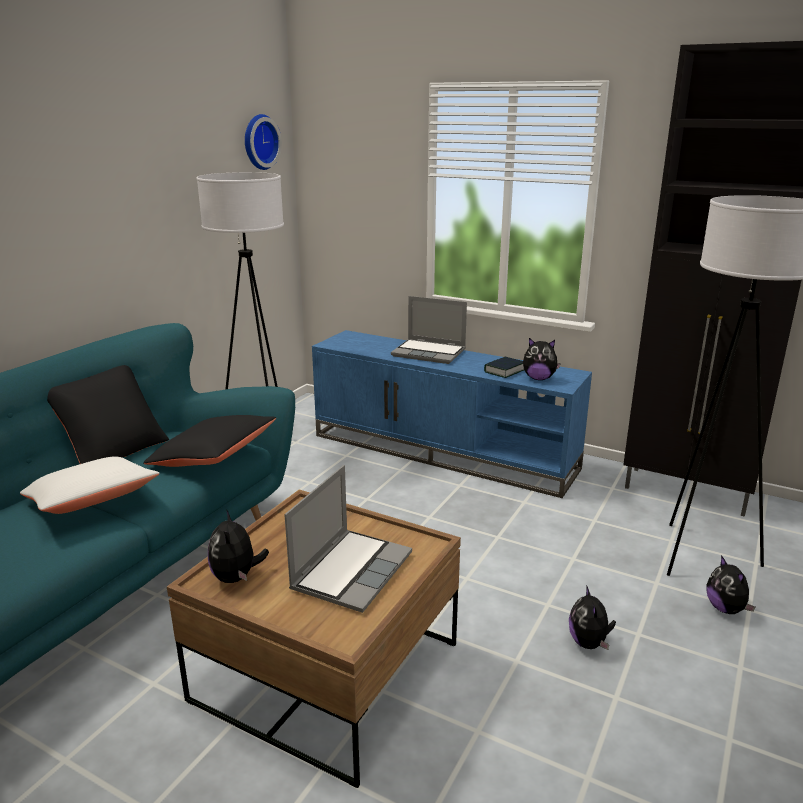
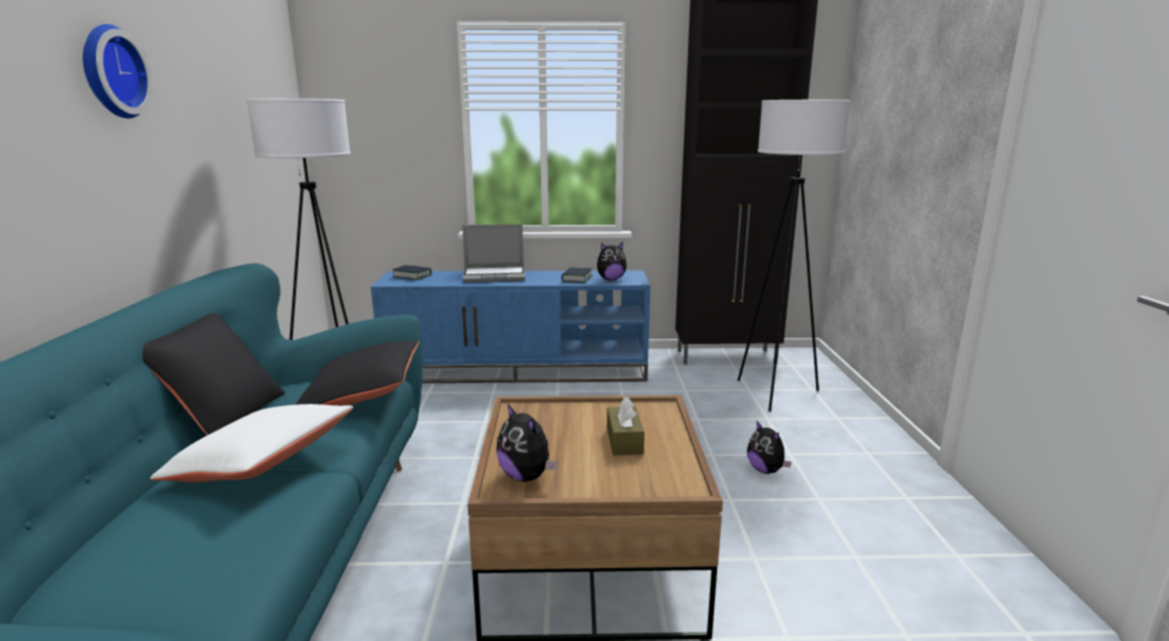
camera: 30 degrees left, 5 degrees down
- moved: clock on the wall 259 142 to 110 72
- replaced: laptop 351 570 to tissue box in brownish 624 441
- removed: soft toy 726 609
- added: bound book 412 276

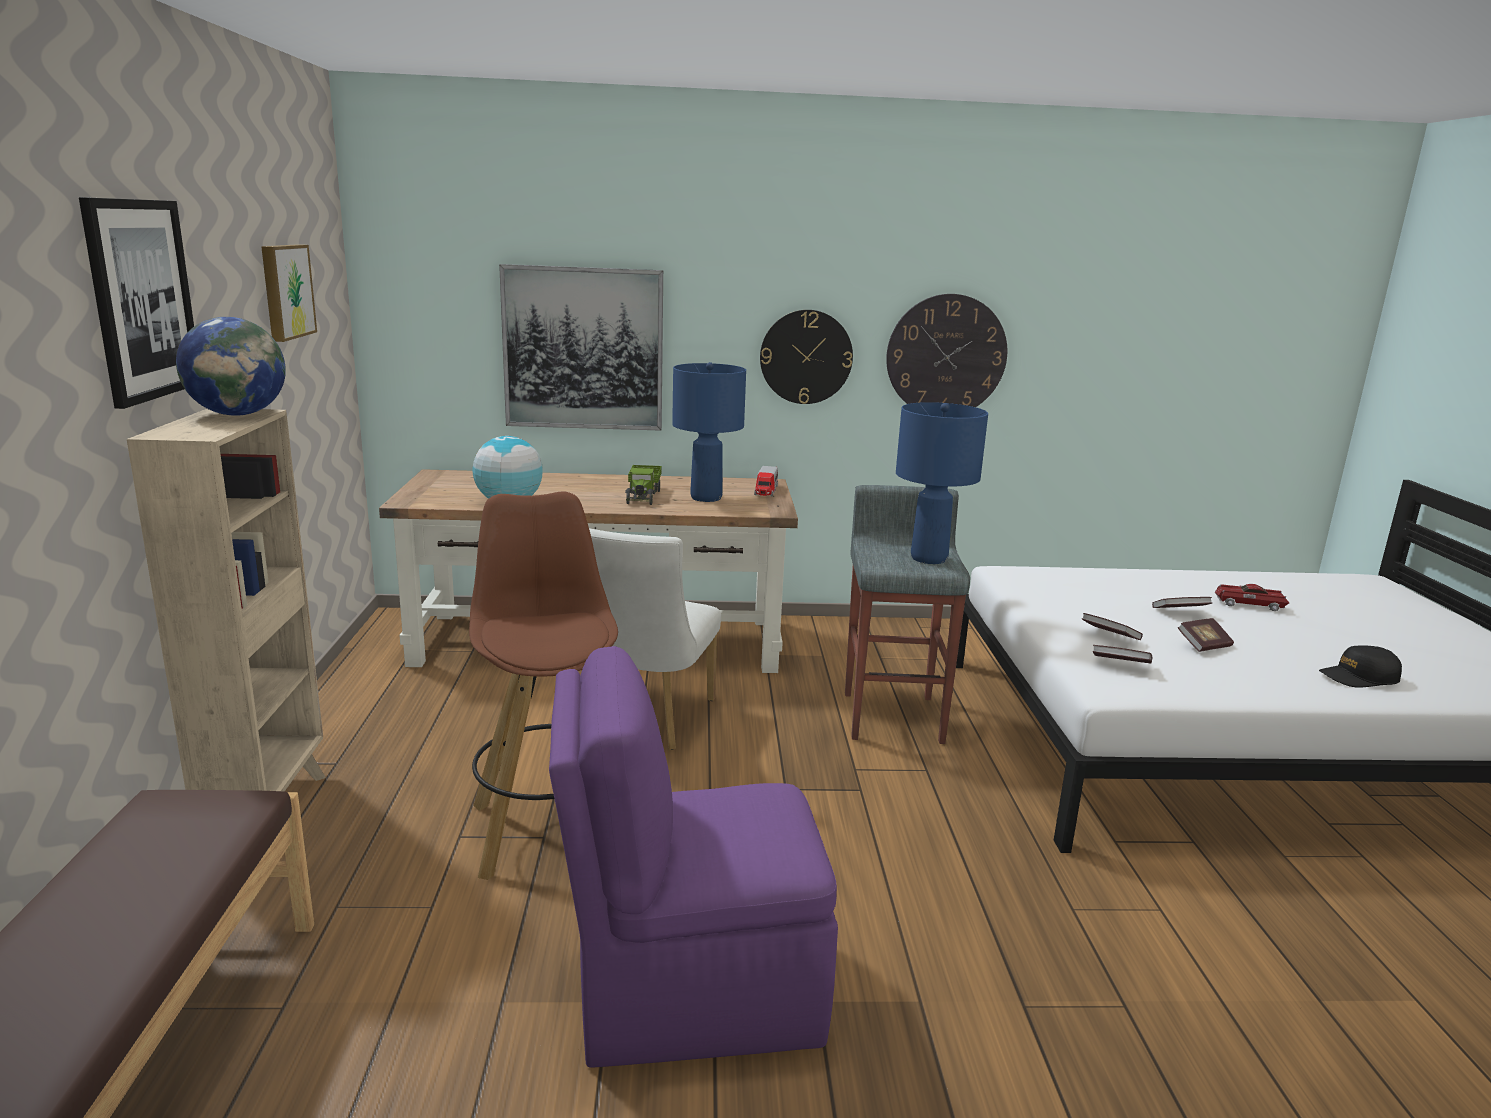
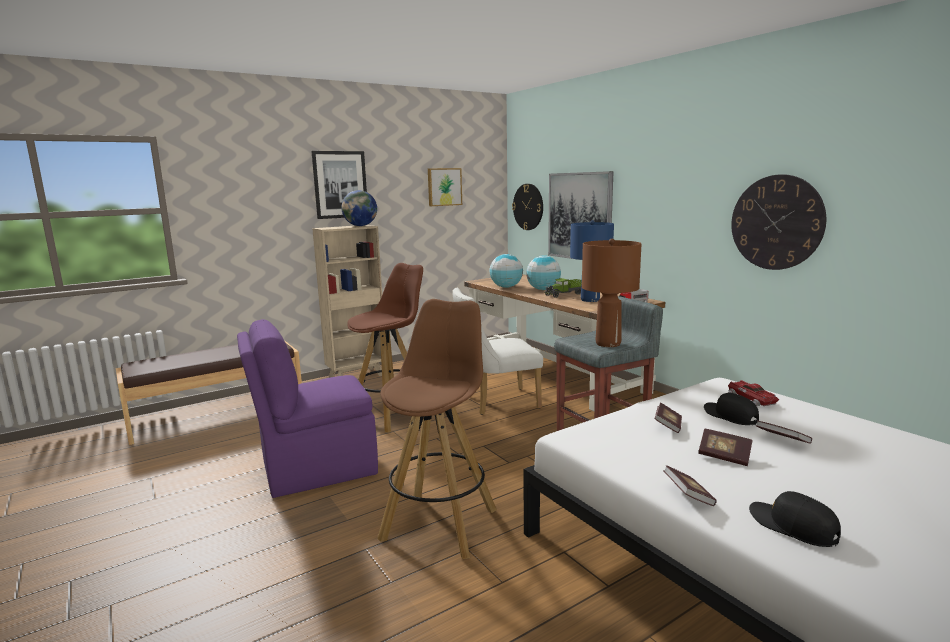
camera: 60 degrees right, 5 degrees down
- turned: upright chair in purplish 691 990 = 316 469 75 degrees counterclockwise
- moved: clock on the wall 806 357 to 528 207
- recoloured: lamp for a table in blue 928 558 to lamp for a table in brownish 607 343
- moved: bound book 1120 666 to 688 496
- moved: miniature car 1248 604 to 750 398
- added: sitting stool in brownish 440 523
- added: globe 543 289
- added: cap in black-coloured 730 416

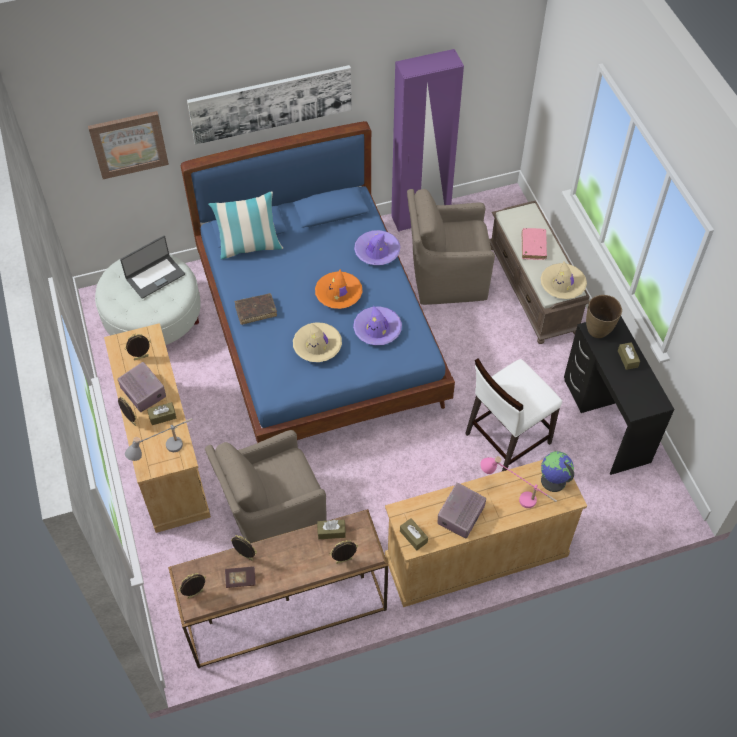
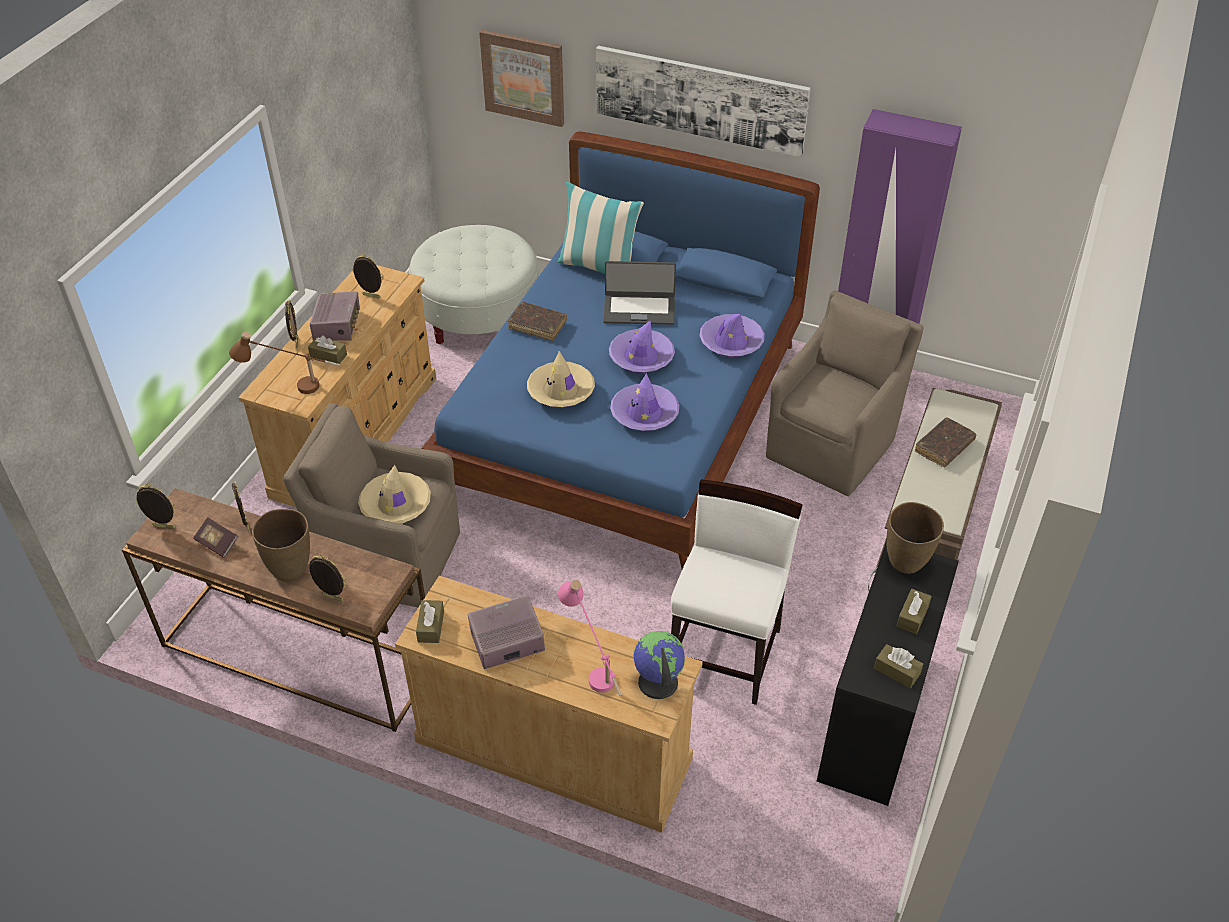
camera: 40 degrees right, 10 degrees down
- moved: laptop 155 276 to 639 309
- recoloured: lamp for a table in grey 164 453 to lamp for a table in brownish 292 387
- recoloured: wearable hat in orange-coloured 338 294 to wearable hat in purplish 641 357
- moved: tissue box in brownish 331 532 to 897 671
- turned: easy chair in brownish 446 277 = 833 446 90 degrees clockwise
- turned: upright chair in whitish 507 438 = 726 653 105 degrees clockwise
- recoloured: bound book in pink 533 247 to bound book in brownish 944 447
- moved: wearable hat in sand-coloured 562 285 to 395 504
- added: vase in brownish 291 569

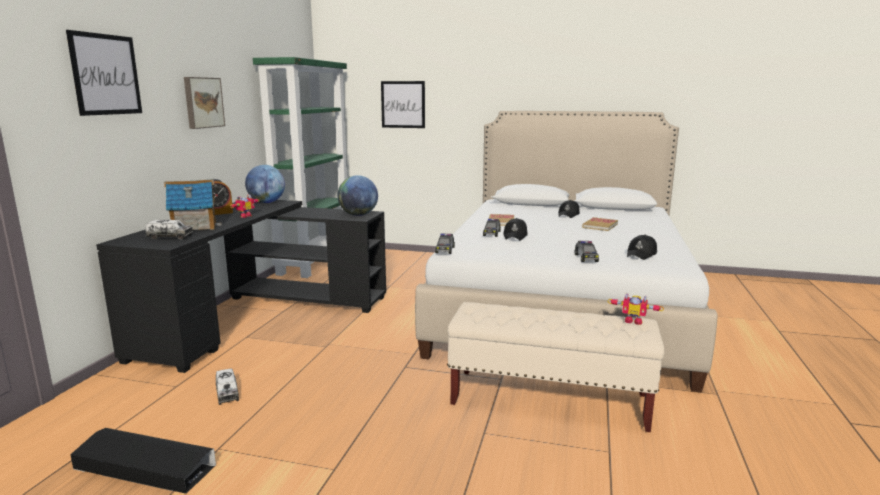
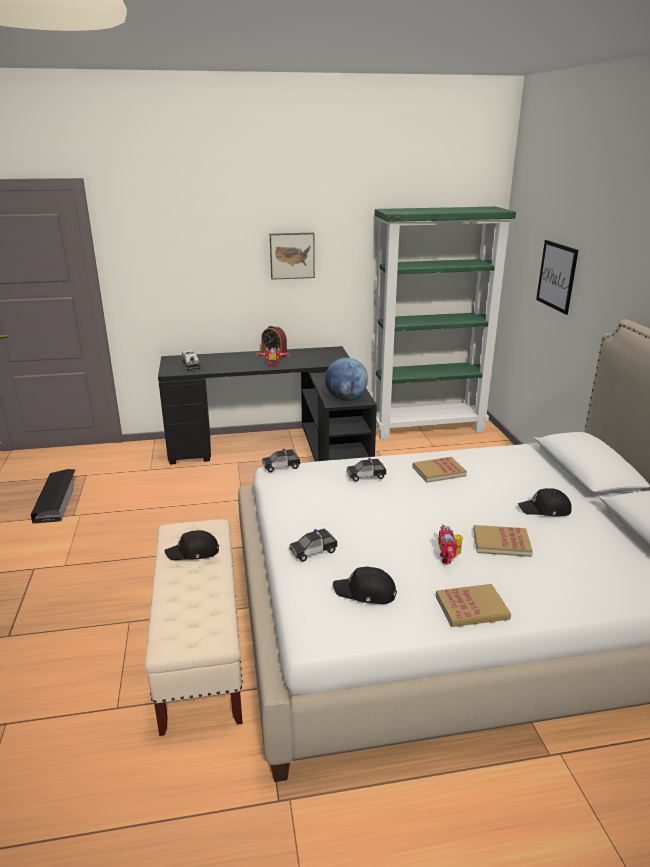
camera: 65 degrees right, 10 degrees up
- removed: picture 106 74
- removed: miniature house 194 226
- removed: toy truck 227 393
- removed: globe 266 202
- moved: cap in black-coloured 515 236 to 193 552
- moved: robot figure 633 321 to 449 558
- added: bound book 472 608

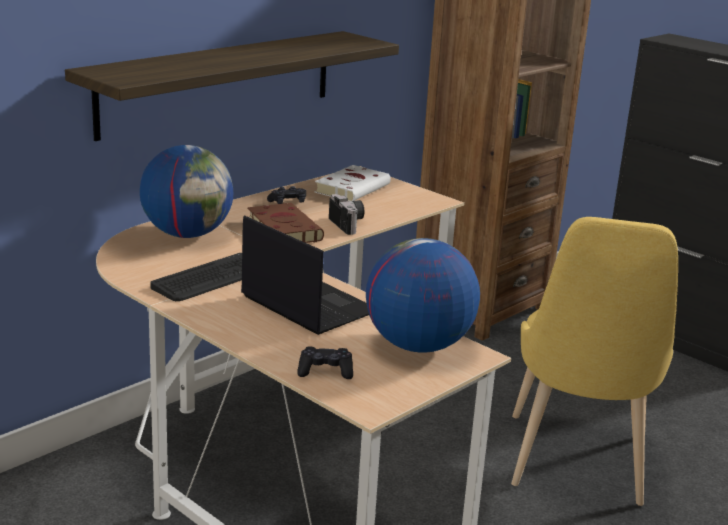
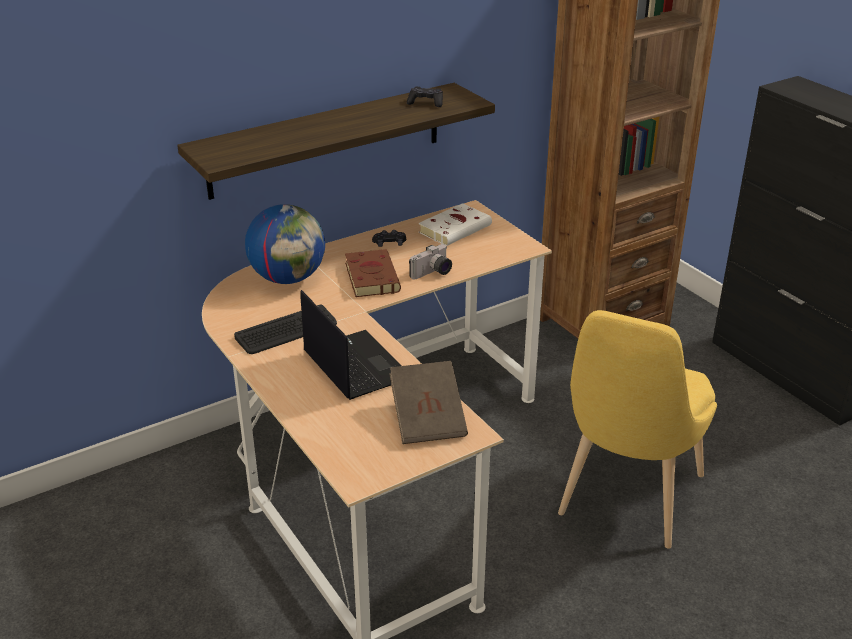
camera: 15 degrees right, 10 degrees up
- moved: gamepad in black-coloured 325 371 to 426 103
- turned: still camera 349 224 = 433 273 60 degrees clockwise
- replaced: globe 417 345 to bound book in brownish 428 419

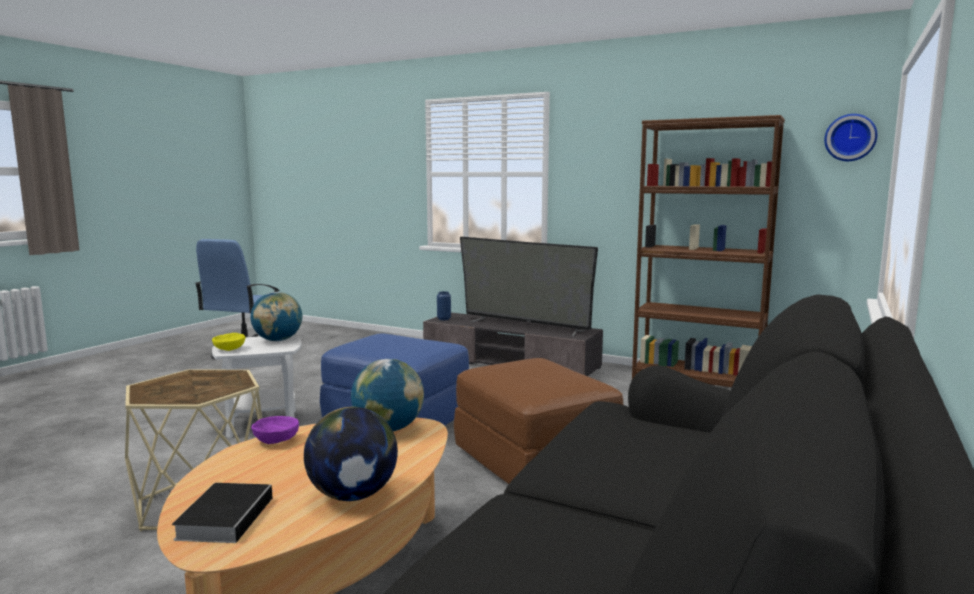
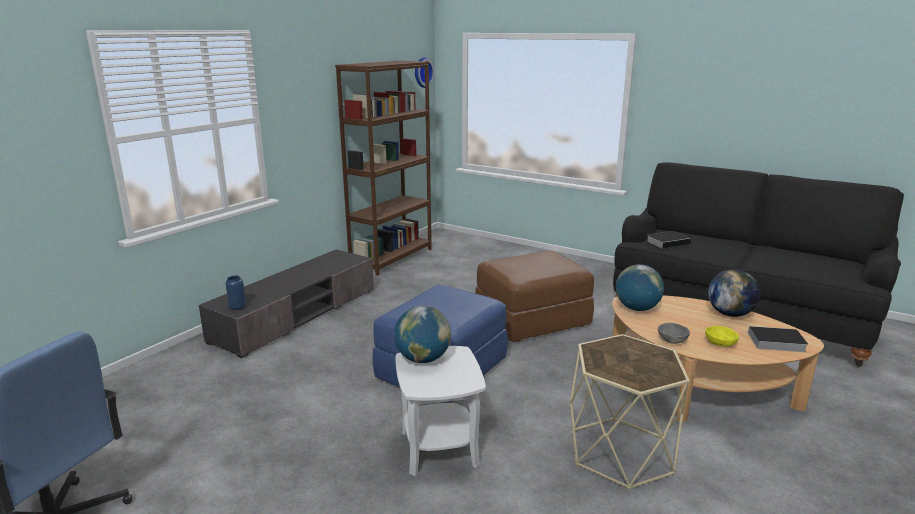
camera: 85 degrees left, 10 degrees up
- moved: deep dish in yellow-coloured 229 349 to 720 344
- recoloured: deep dish in purplish 276 441 to deep dish in grey 672 341
- removed: TV set 525 326
- added: bound book 668 242

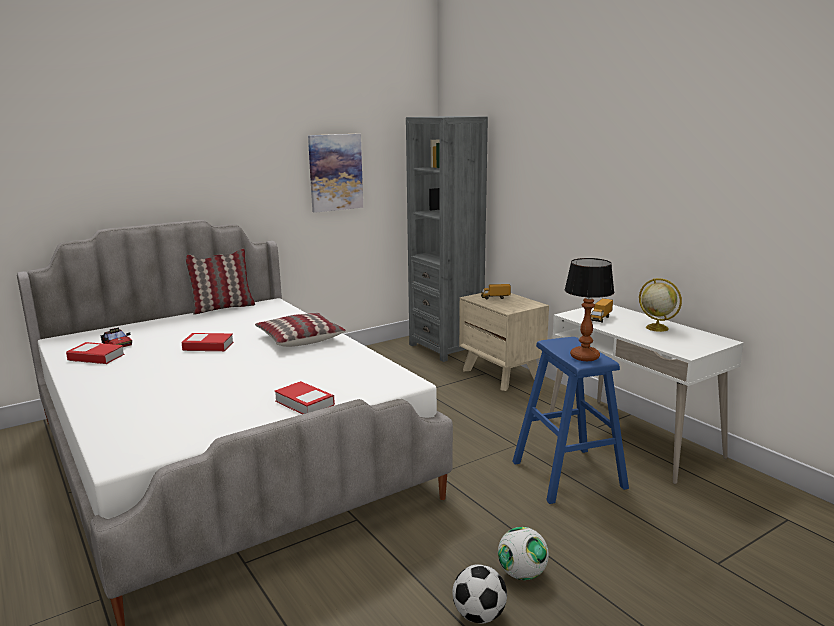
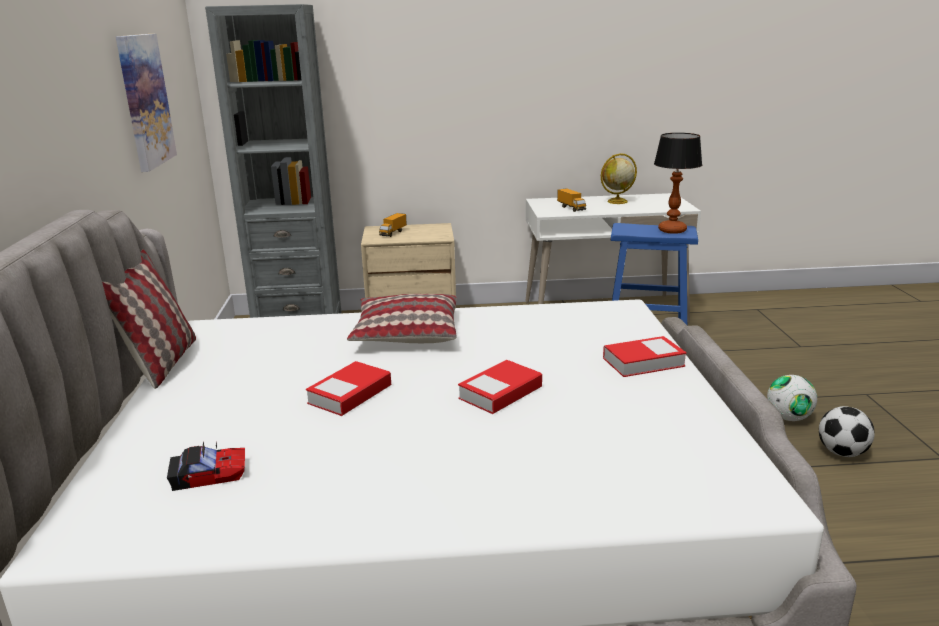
camera: 60 degrees left, 5 degrees up
- moved: bound book 96 357 to 500 393

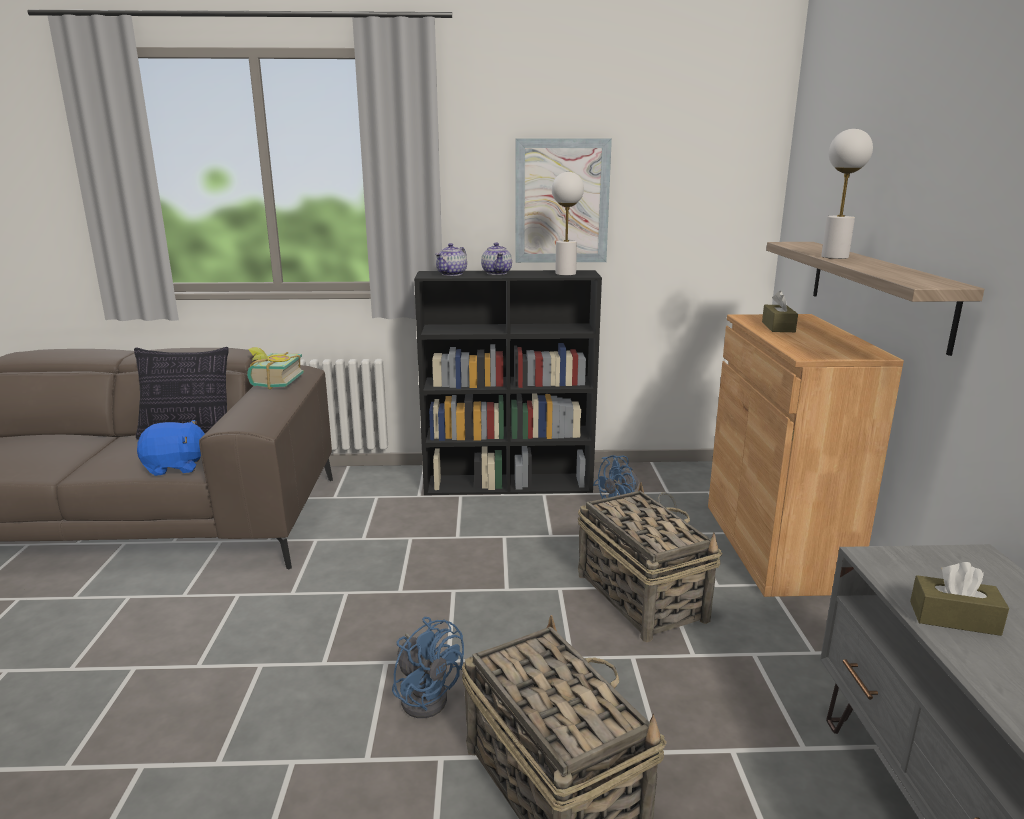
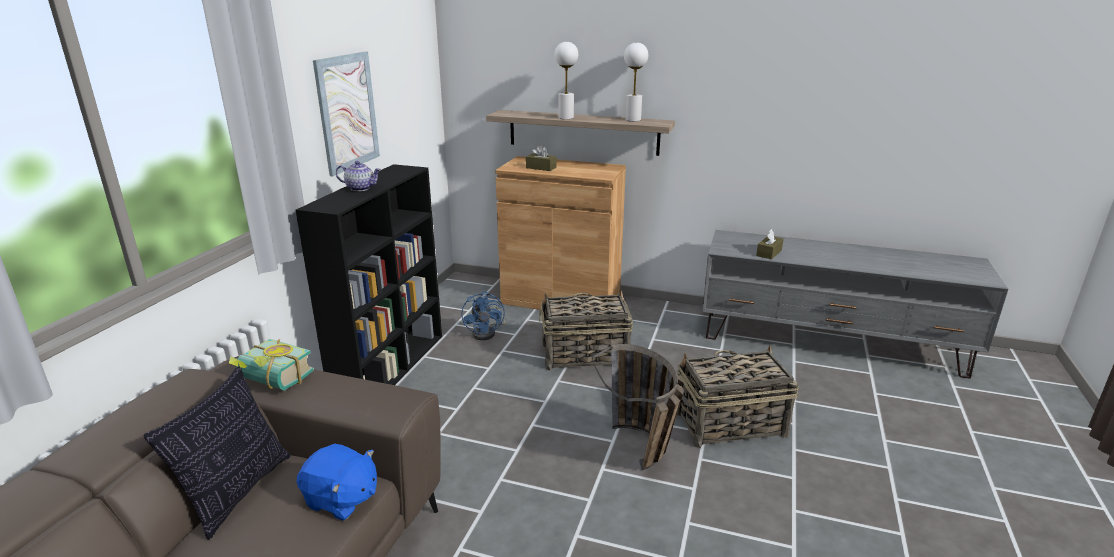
camera: 70 degrees left, 5 degrees up
- turned: soft toy in blue 176 467 = 341 500 105 degrees clockwise
- replaced: fan in blue 426 695 to household basket 643 455
- removed: pot for tea 452 274
- moved: lamp for a table in whitish 565 273 to 633 119

